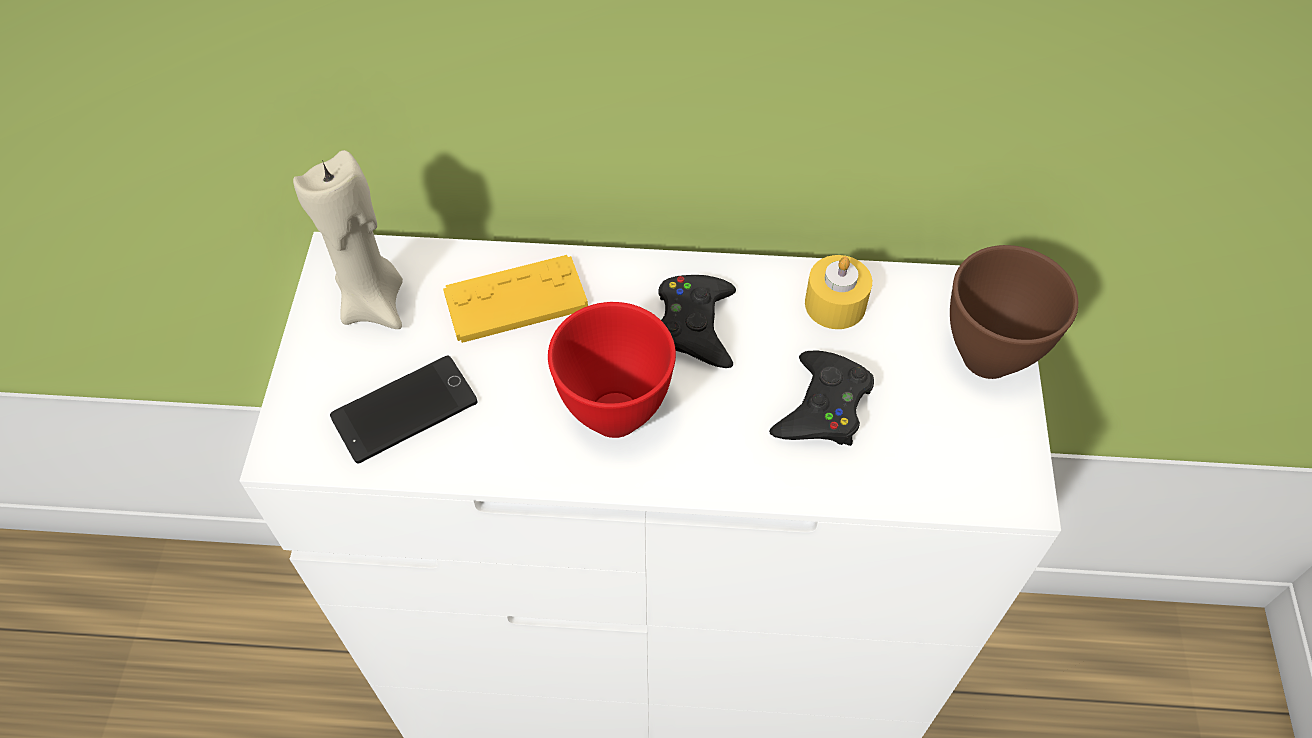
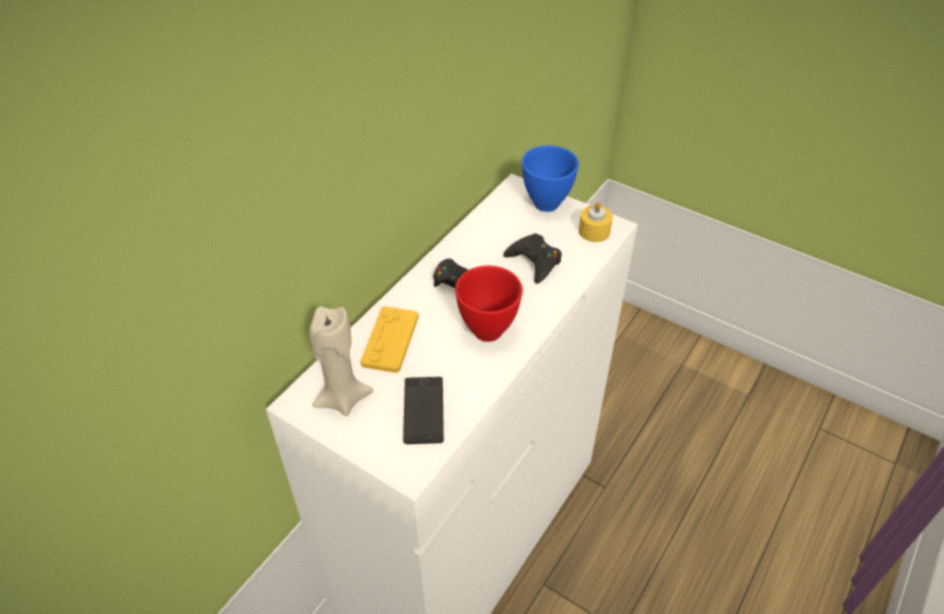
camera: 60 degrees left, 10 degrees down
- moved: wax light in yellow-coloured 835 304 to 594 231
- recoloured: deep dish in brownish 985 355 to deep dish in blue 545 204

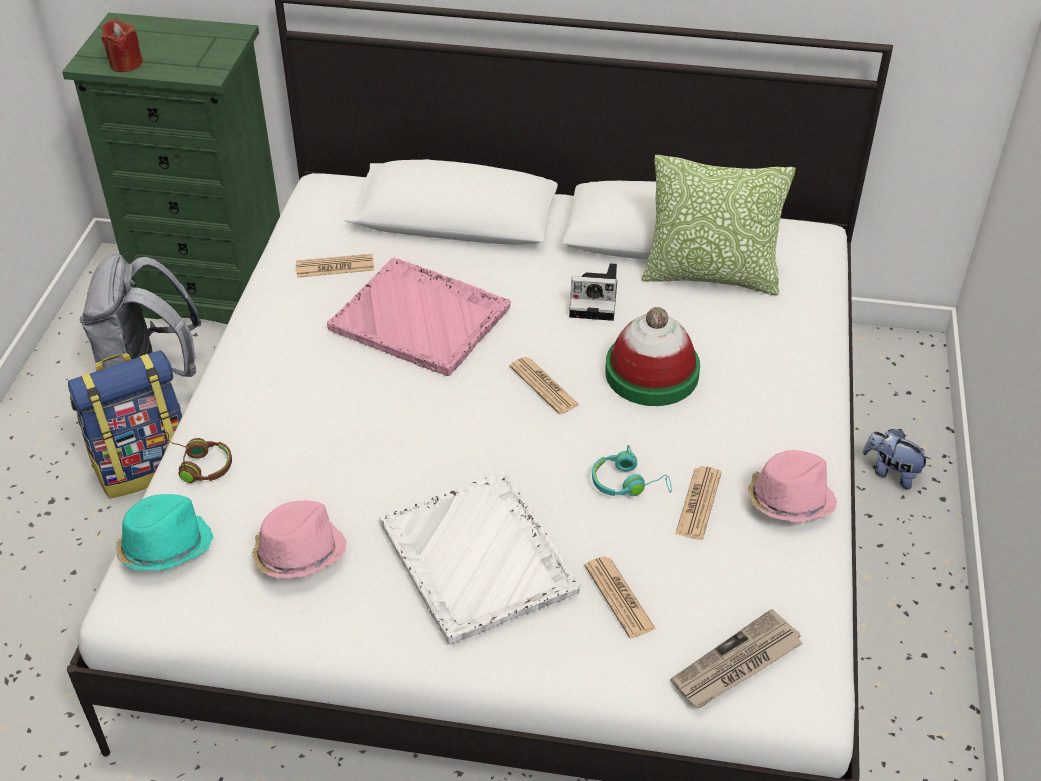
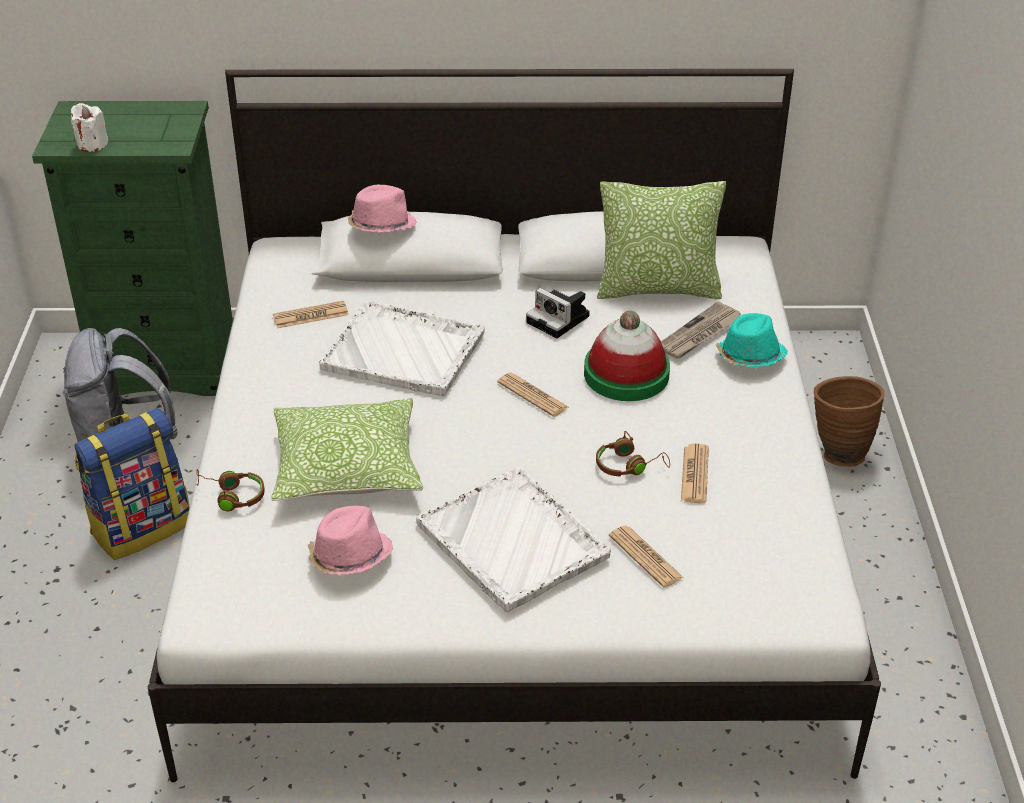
camera: 10 degrees left, 5 degrees down
- recoloured: wax light in red 125 64 to wax light in whitish 92 144
- moved: wearable hat in turquoise-coloured 164 547 to 749 357
- recoloured: carrying tray in pink 421 319 to carrying tray in whitish 405 352
- turned: still camera 596 300 = 560 320 45 degrees clockwise
- recoloured: headset in turquoise-coloured 628 483 to headset in brownish 629 465
- moved: newspaper 737 664 to 699 334
- moved: wearable hat in pink 788 501 to 381 226
- replaced: soft toy 891 472 to vase in brownish 837 452
- added: cushion 347 467

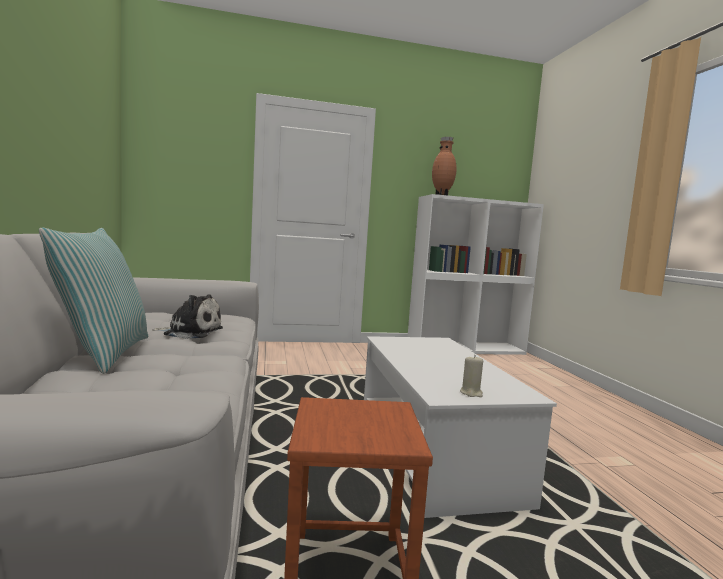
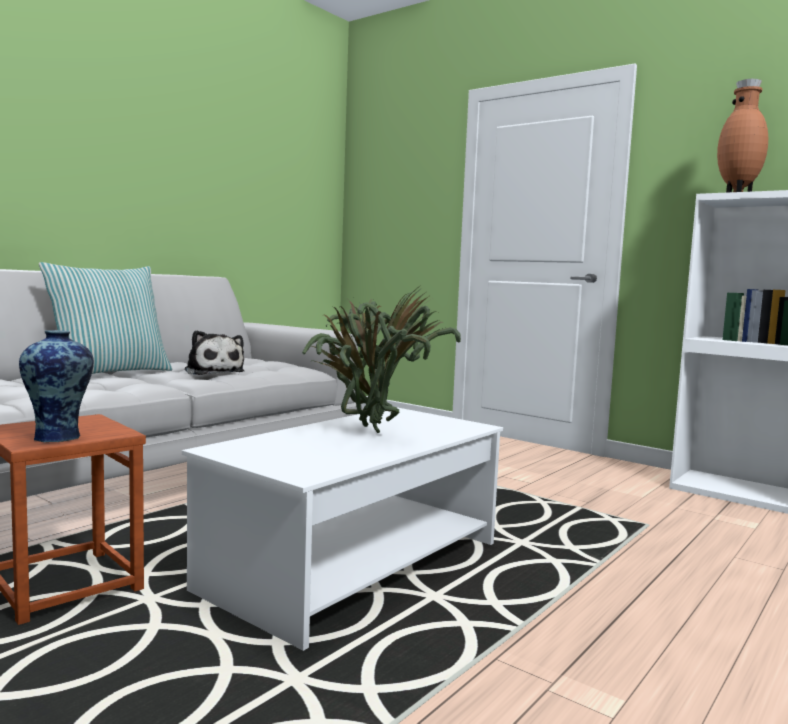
camera: 50 degrees right, 0 degrees up
- removed: wax light in sand-coloured 471 393
- added: vase 59 437
- added: plant in a pot 370 434

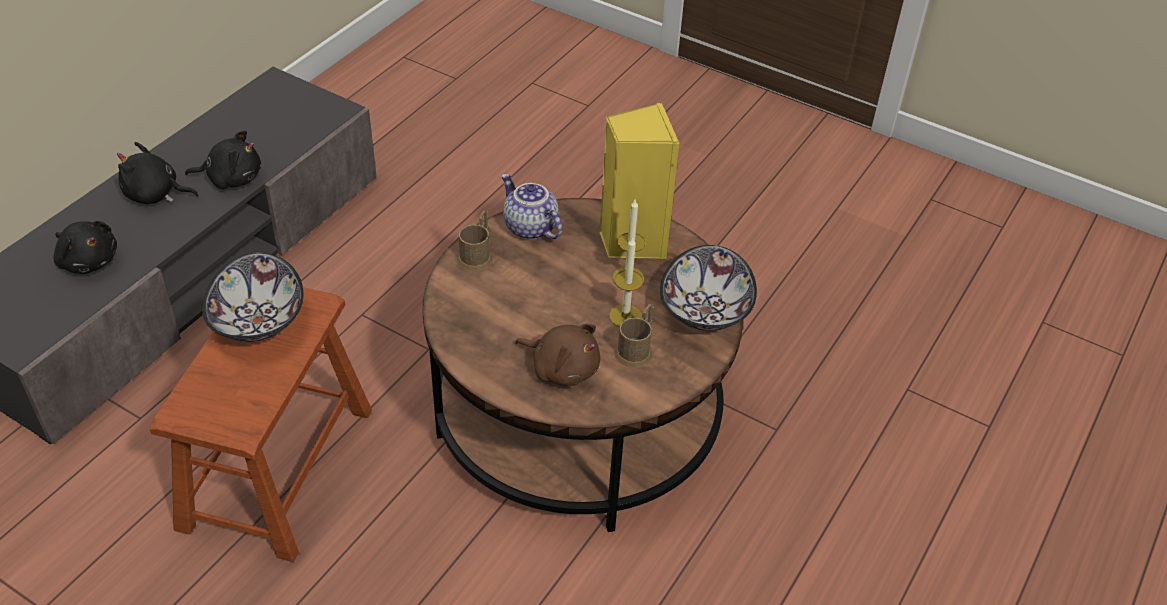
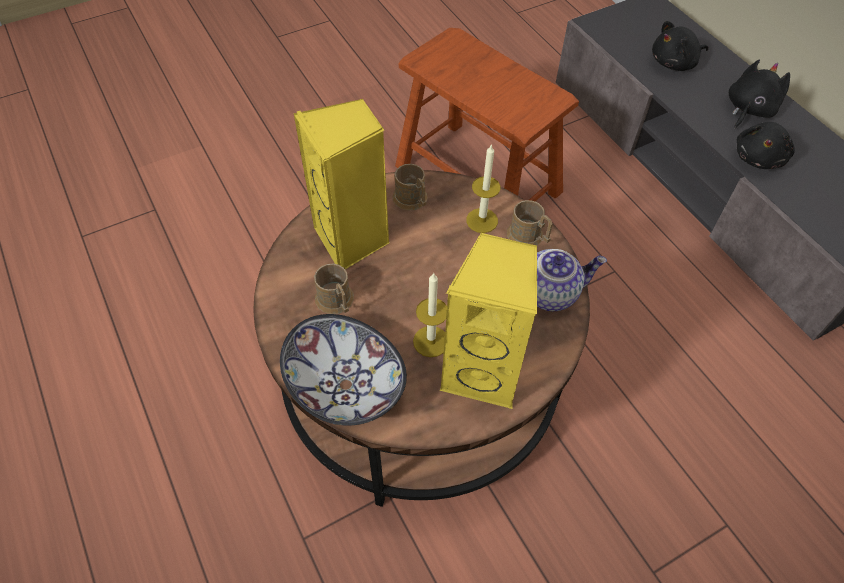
camera: 120 degrees right, 10 degrees up
- removed: deep dish 259 321
- replaced: soft toy in brownish 562 368 to speaker in yellow-coloured 353 240
- moved: wax light 625 316 to 482 220
- added: mug in brownish 412 200

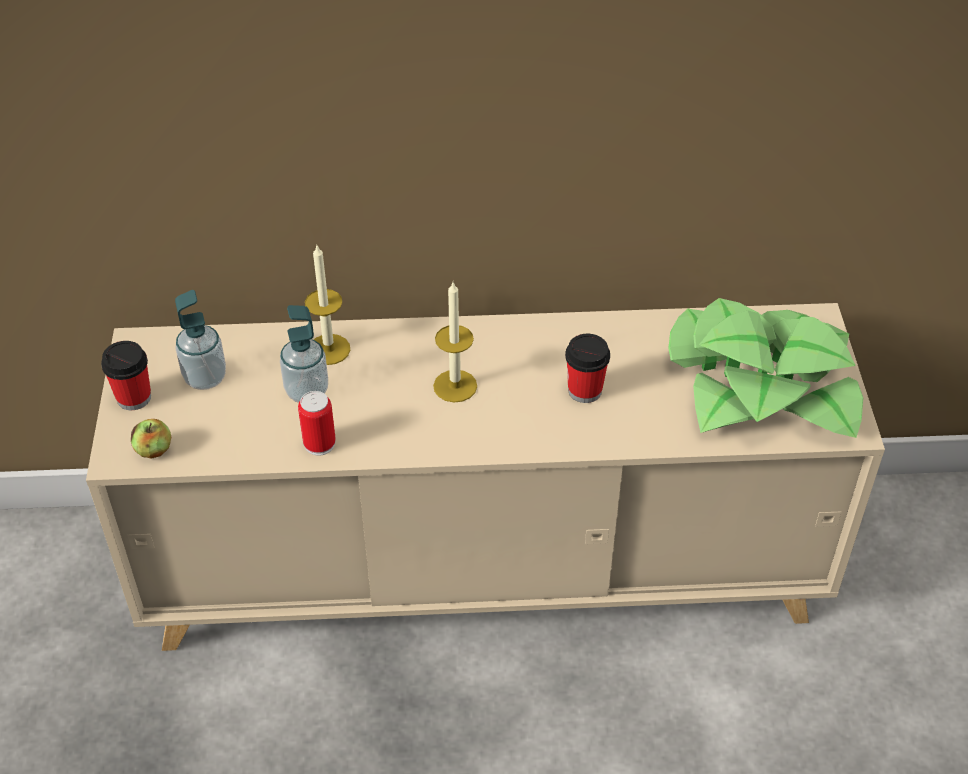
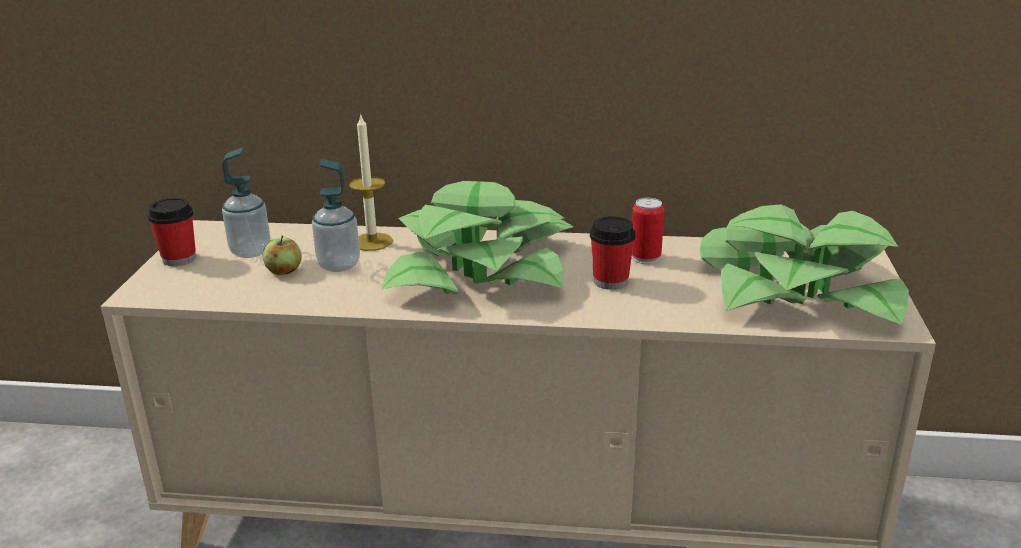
camera: 10 degrees right, 20 degrees down
- moved: apple fruit 154 450 to 284 271
- moved: sealed can 319 443 to 645 257
- replaced: wax light 455 386 to plant in a pot 482 270

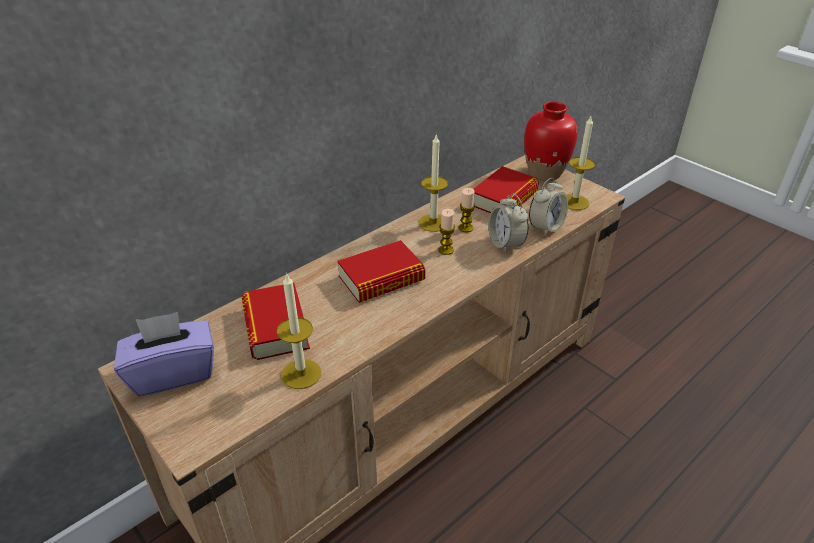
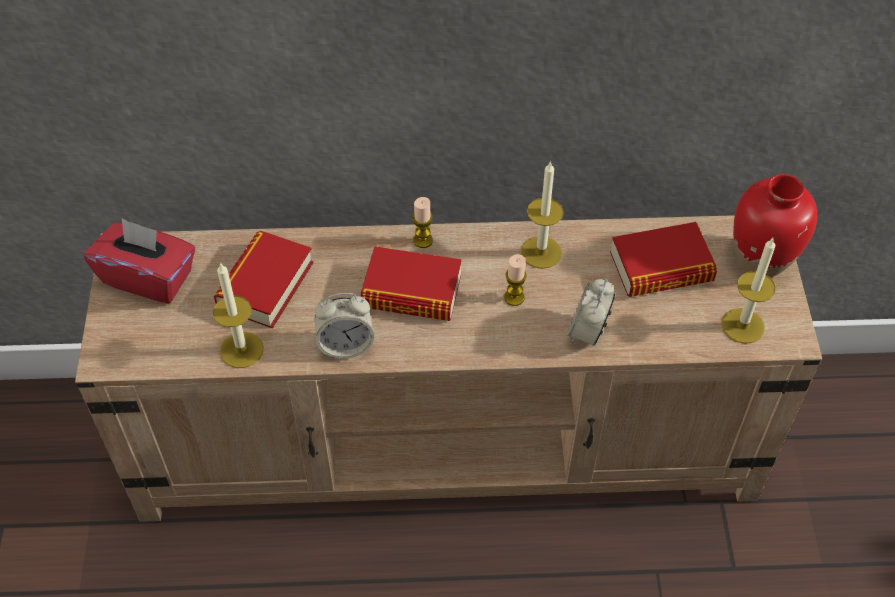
camera: 40 degrees right, 15 degrees up
- recoloured: tissue box in purplish 173 372 to tissue box in red 149 277
- moved: wax light 465 228 to 423 240
- moved: alarm clock 545 227 to 345 345

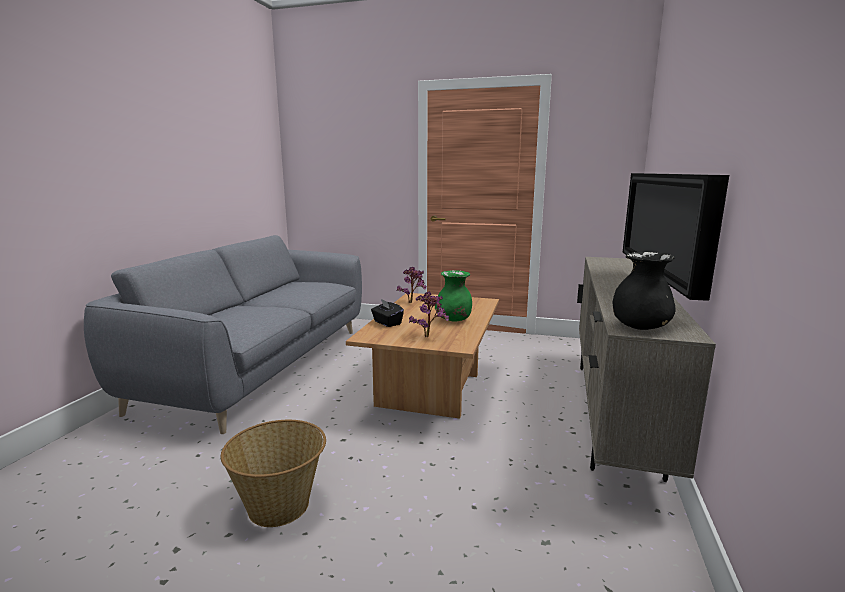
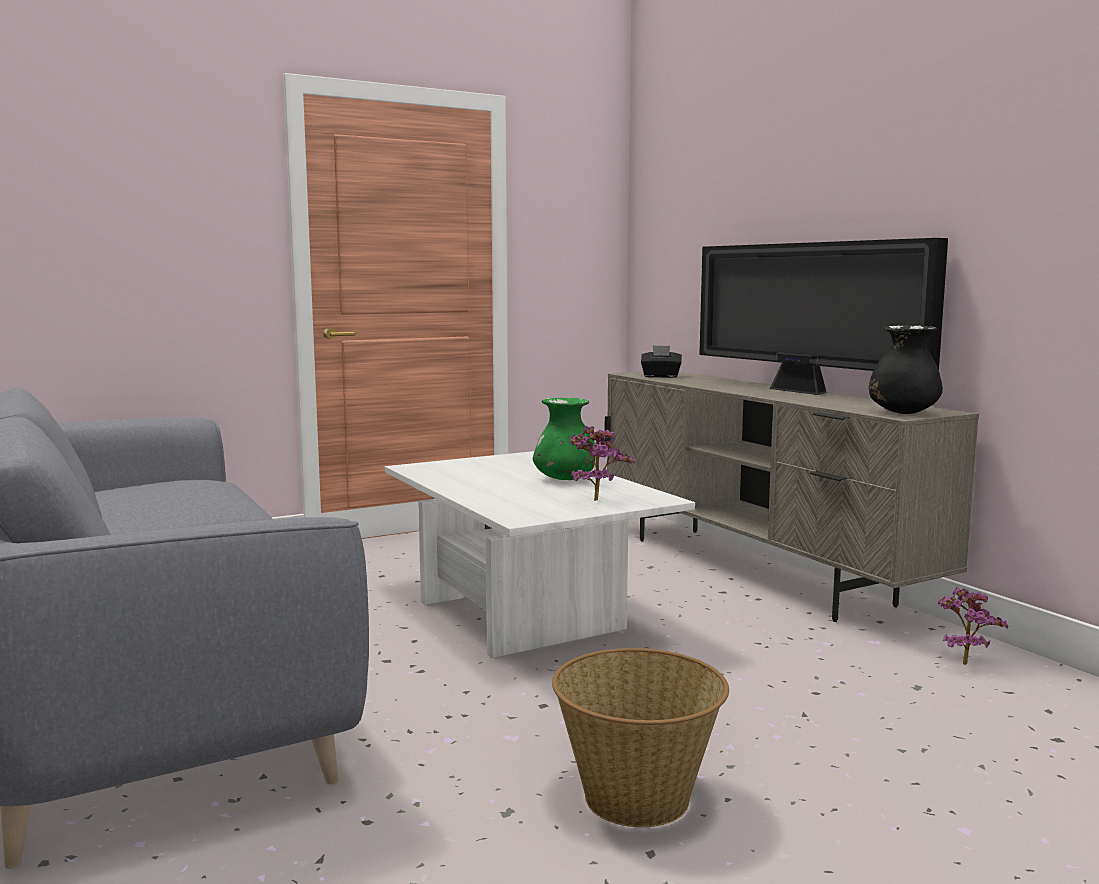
camera: 45 degrees left, 5 degrees down
- recoloured: lounge table in brownish 432 390 to lounge table in whitish 526 614
- moved: tissue box in black-coloured 387 323 to 660 376
- moved: plant in a pot 412 302 to 963 662

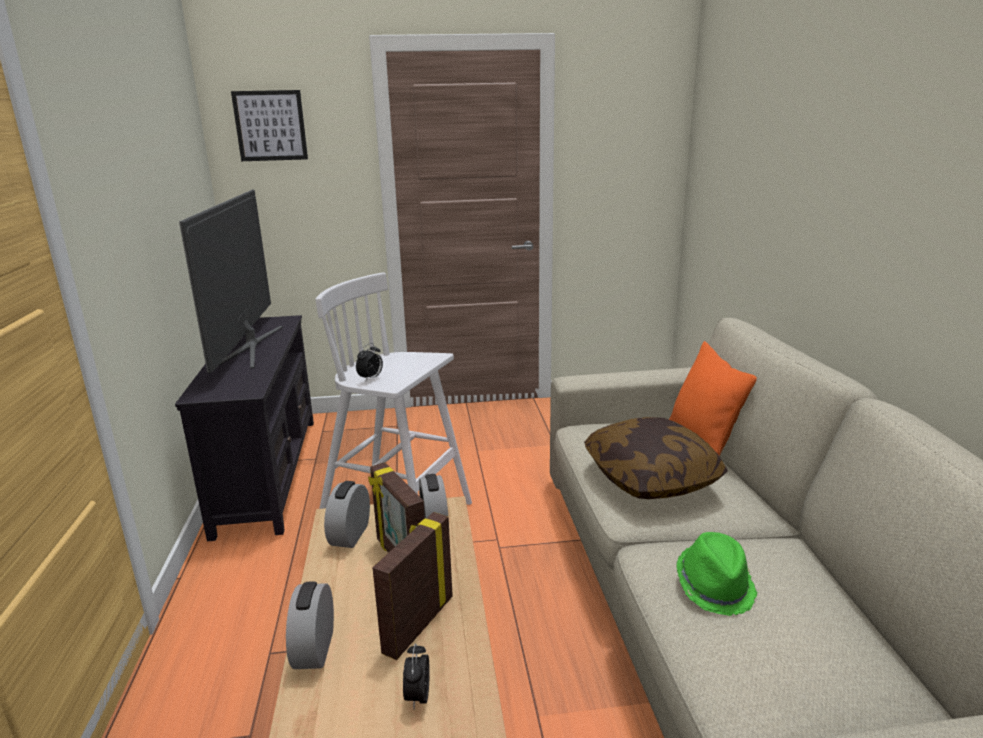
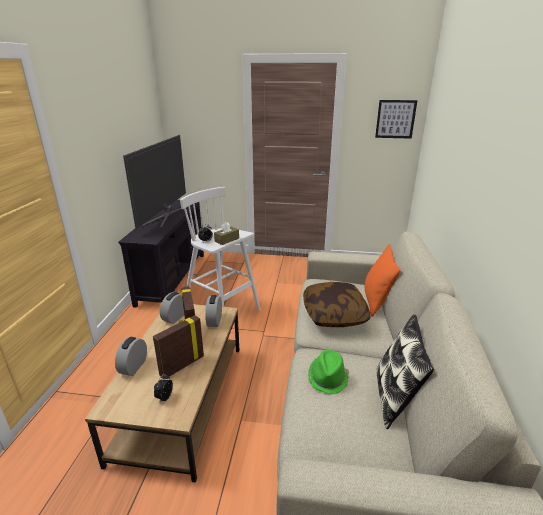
camera: 15 degrees right, 5 degrees up
- moved: picture 270 126 to 395 119
- added: tissue box in brownish 227 240
- added: cushion 395 397

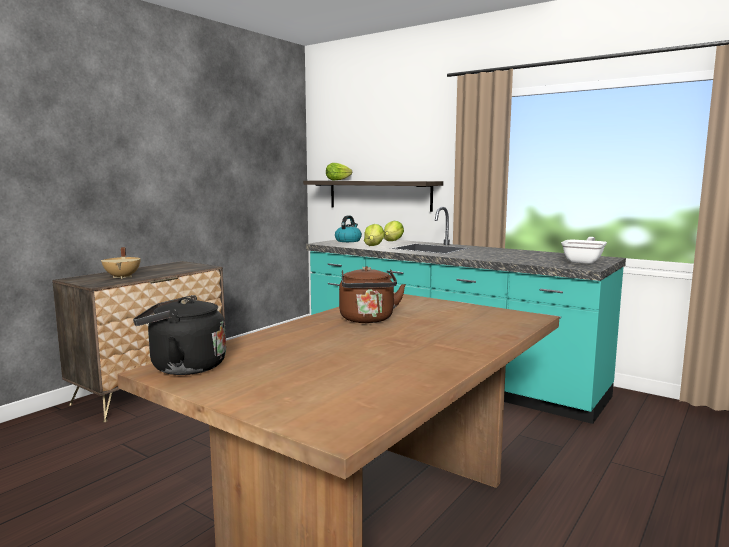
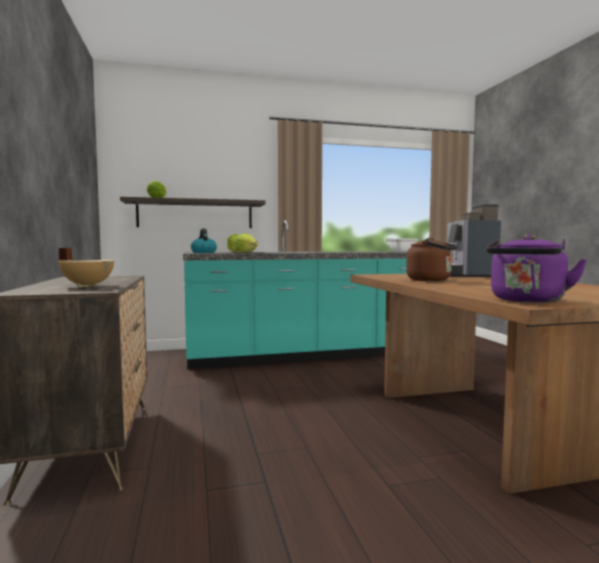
camera: 50 degrees left, 5 degrees down
- recoloured: kettle in black-coloured 183 367 to kettle in purplish 527 301
- added: coffee brewer 467 275

